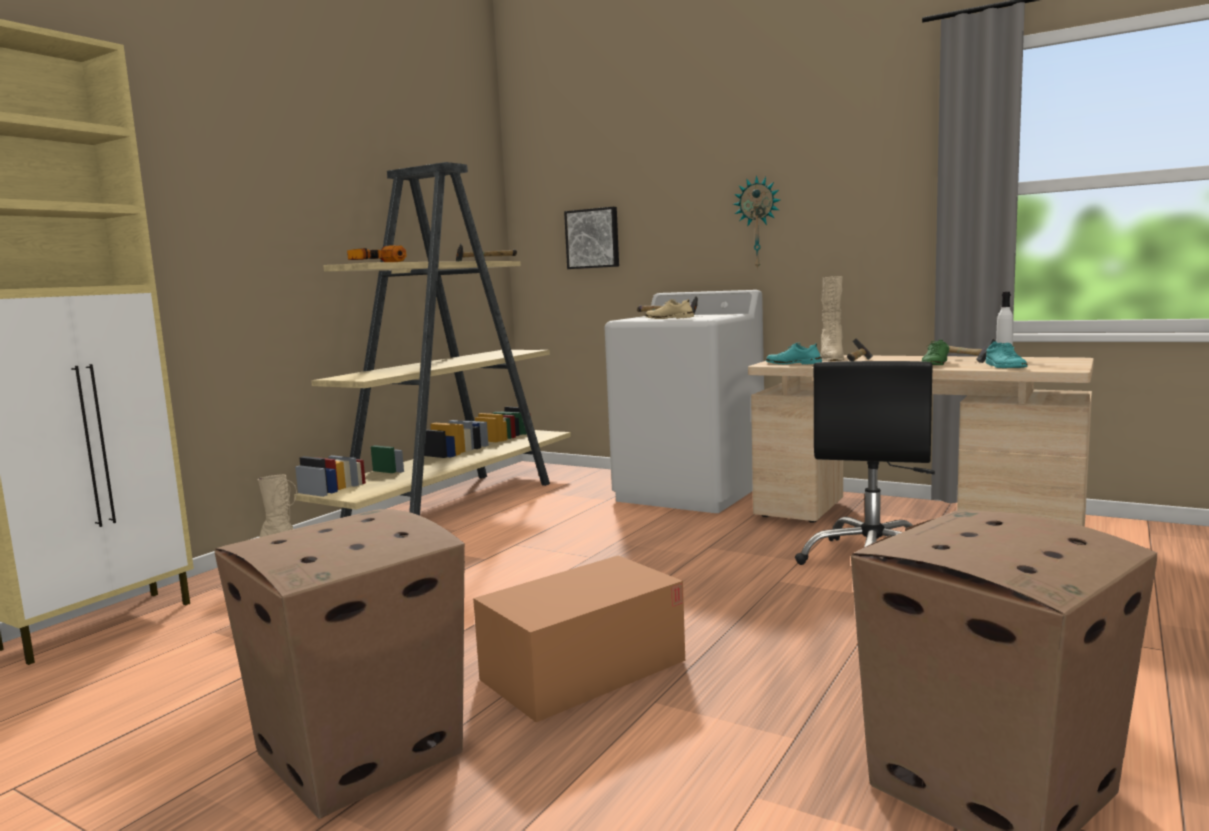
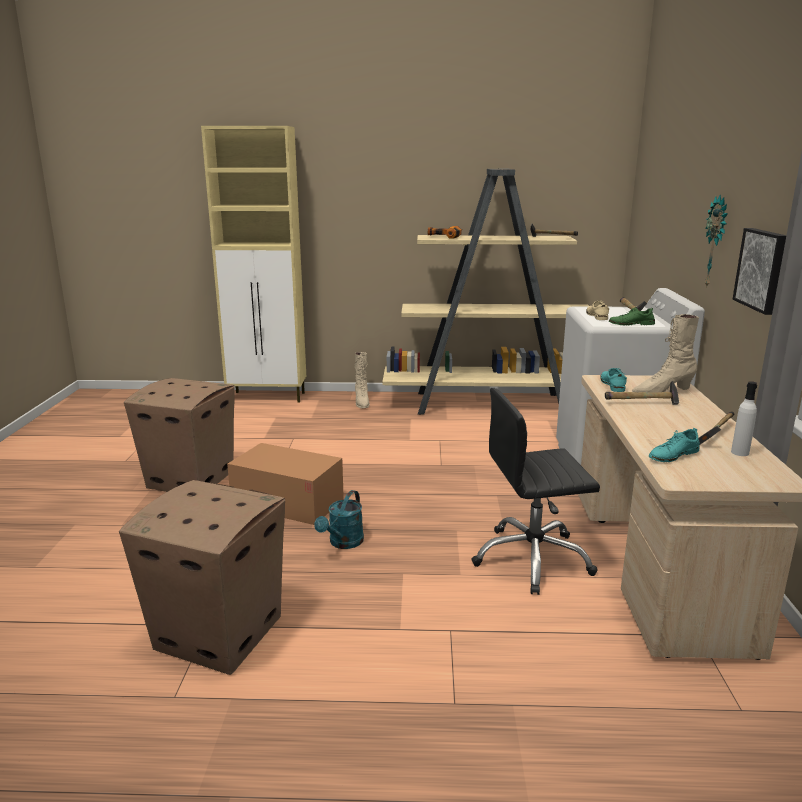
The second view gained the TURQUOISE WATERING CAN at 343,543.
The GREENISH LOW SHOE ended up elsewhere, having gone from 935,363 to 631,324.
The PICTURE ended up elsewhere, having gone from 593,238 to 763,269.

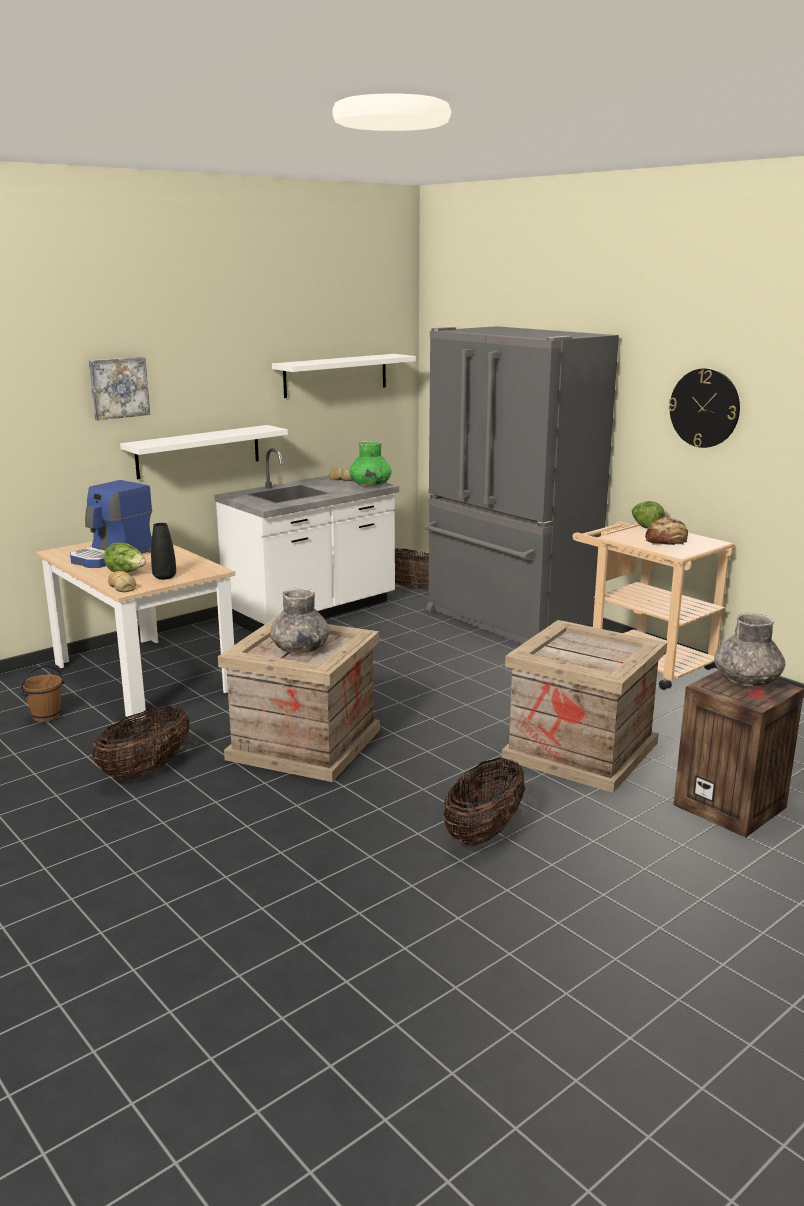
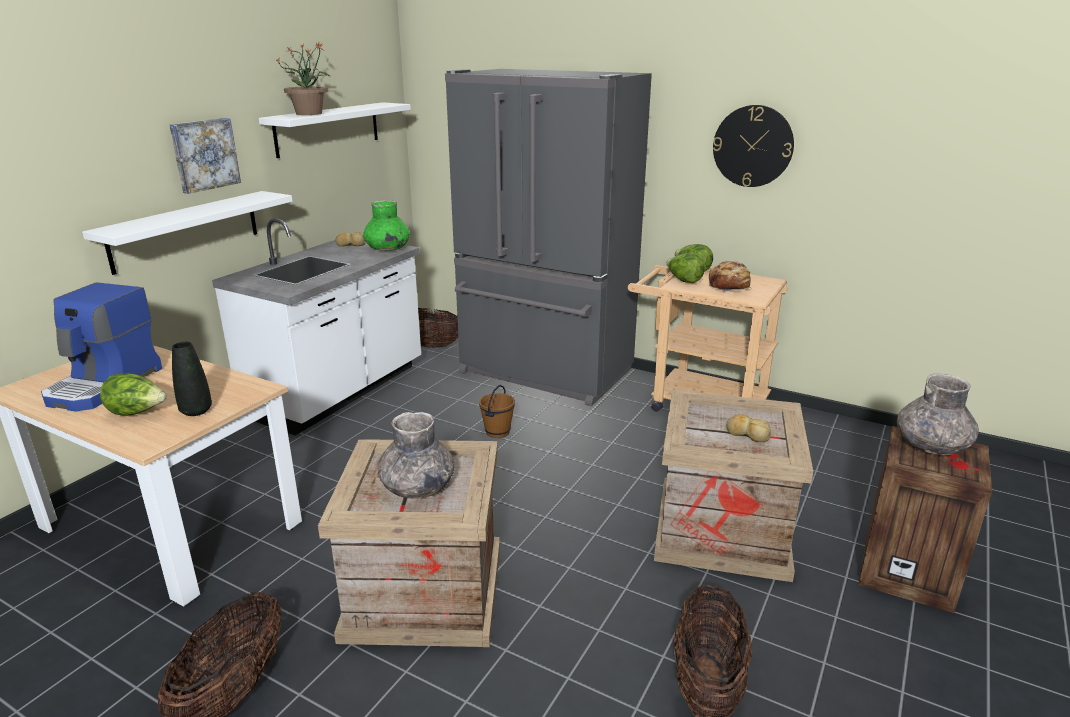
The PICTURE ended up elsewhere, having gone from 118,388 to 204,154.
The second view gained the PLANT IN A POT at 310,113.
The BROWNISH PAIL ended up elsewhere, having gone from 46,716 to 497,432.
The second view gained the LETTUCE HEAD at 683,281.
The BREAD ended up elsewhere, having gone from 122,587 to 747,434.

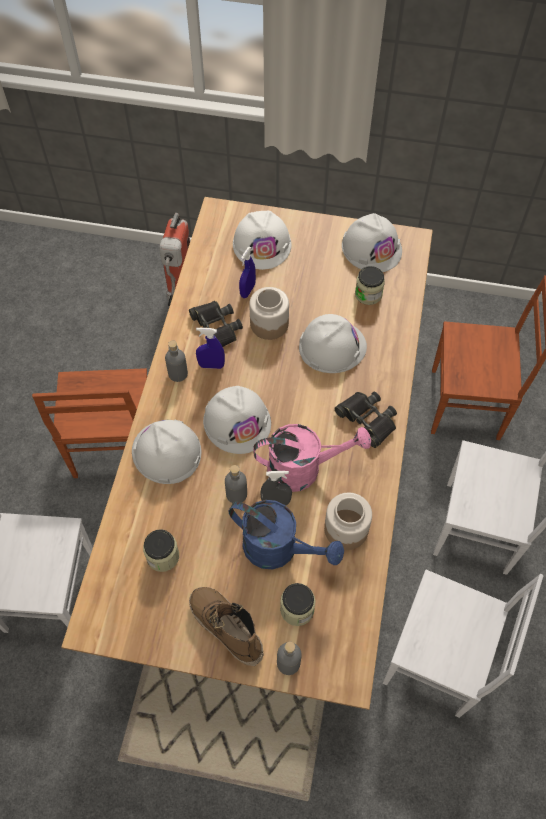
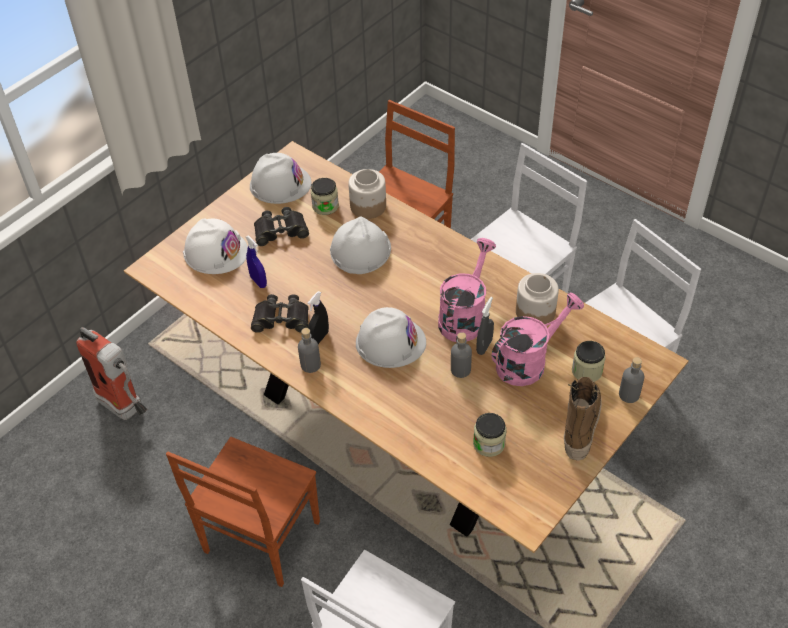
The BROWNISH UPRIGHT CHAIR at 113,447 ended up facing another way, 90 degrees clockwise from before.
The BLACKISH BINOCULARS ended up elsewhere, having gone from 367,420 to 280,231.
What was the BLUE HAND SPRAYER at 211,365 turned into the BLACKISH HAND SPRAYER at 319,338.
The PRESERVE JAR ended up elsewhere, having gone from 269,323 to 367,206.
What was the BLUE WATERING CAN at 279,549 turned into the PINK-COLOURED WATERING CAN at 528,361.
The BOOT at 226,629 ended up facing another way, 120 degrees clockwise from before.
The second view lost the WHITE-COLOURED SAFETY HELMET at 166,452.

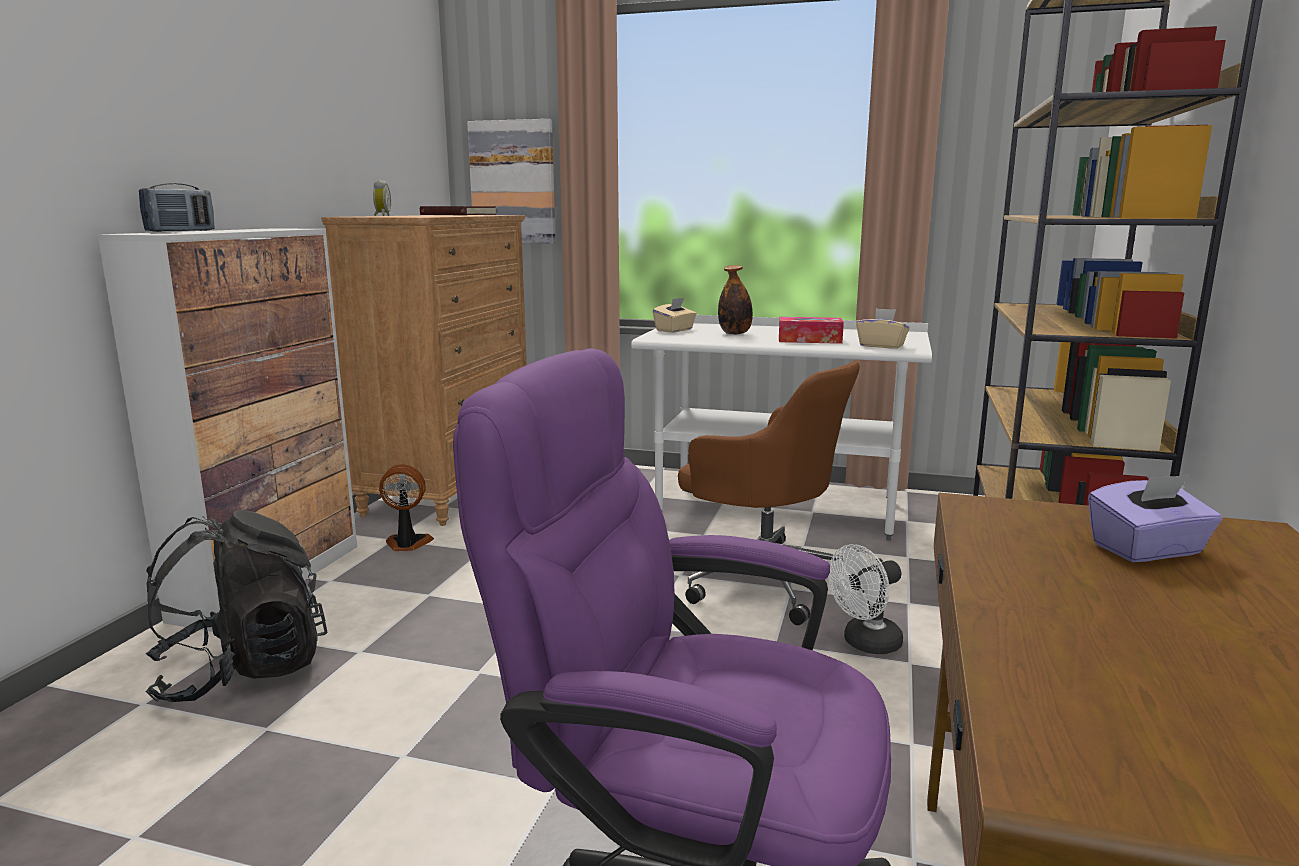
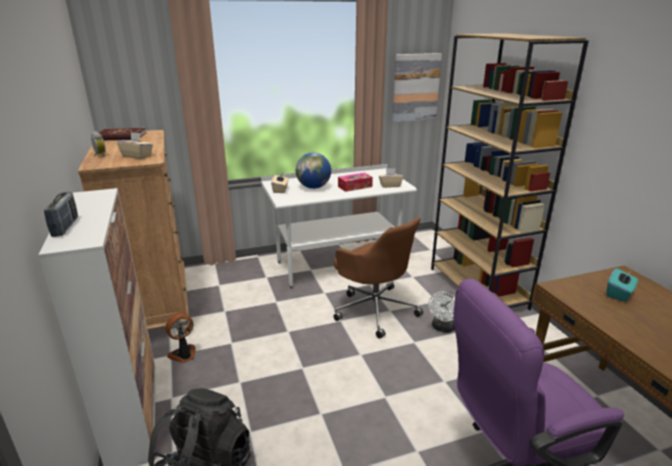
The second view gained the BEIGE-COLOURED TISSUE BOX at 137,156.
Where the DRINK BOTTLE stood at 735,333, the GLOBE came to stand at 314,187.
The BROWNISH OFFICE CHAIR at 763,578 ended up facing another way, 45 degrees clockwise from before.
The PICTURE ended up elsewhere, having gone from 513,182 to 415,88.
What was the PURPLE-COLOURED TISSUE BOX at 1147,550 turned into the TURQUOISE TISSUE BOX at 619,294.

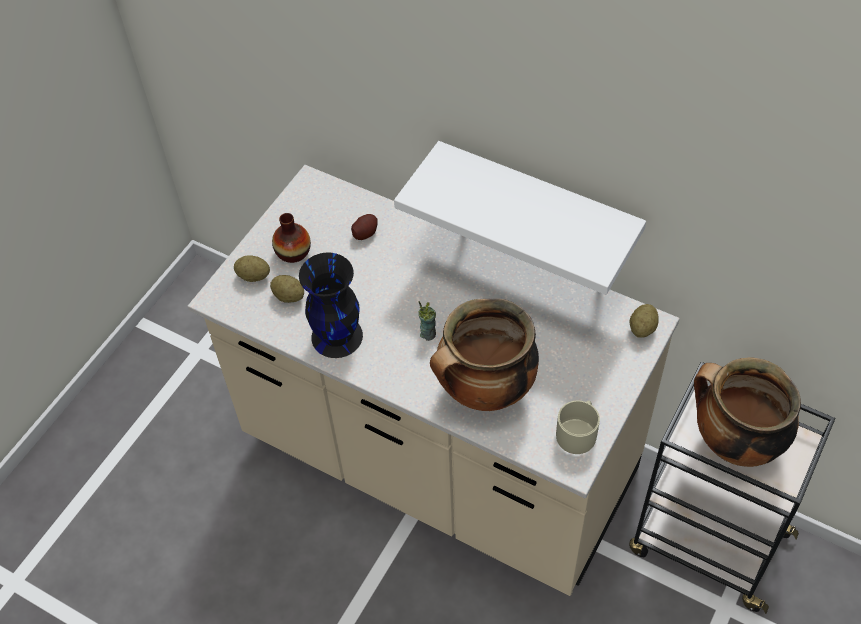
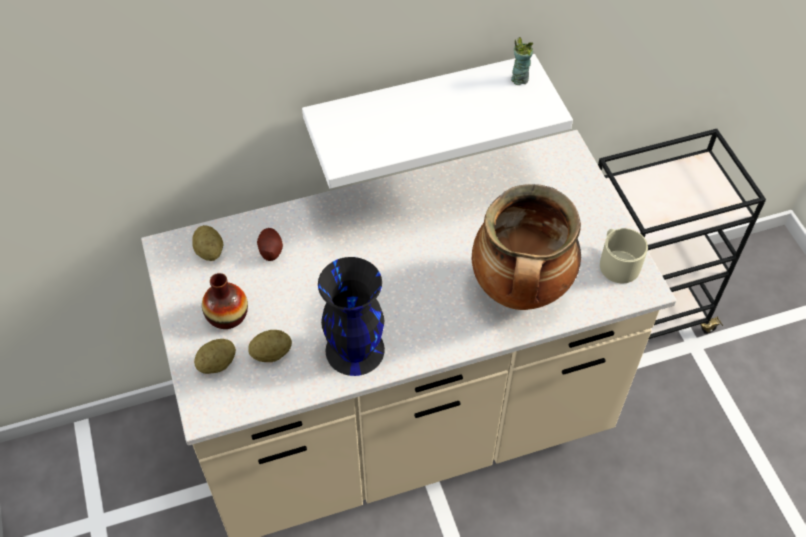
The POTATO ended up elsewhere, having gone from 642,328 to 209,251.
The DRINKING CUP ended up elsewhere, having gone from 428,333 to 519,79.
The second view lost the STOCKPOT at 734,443.

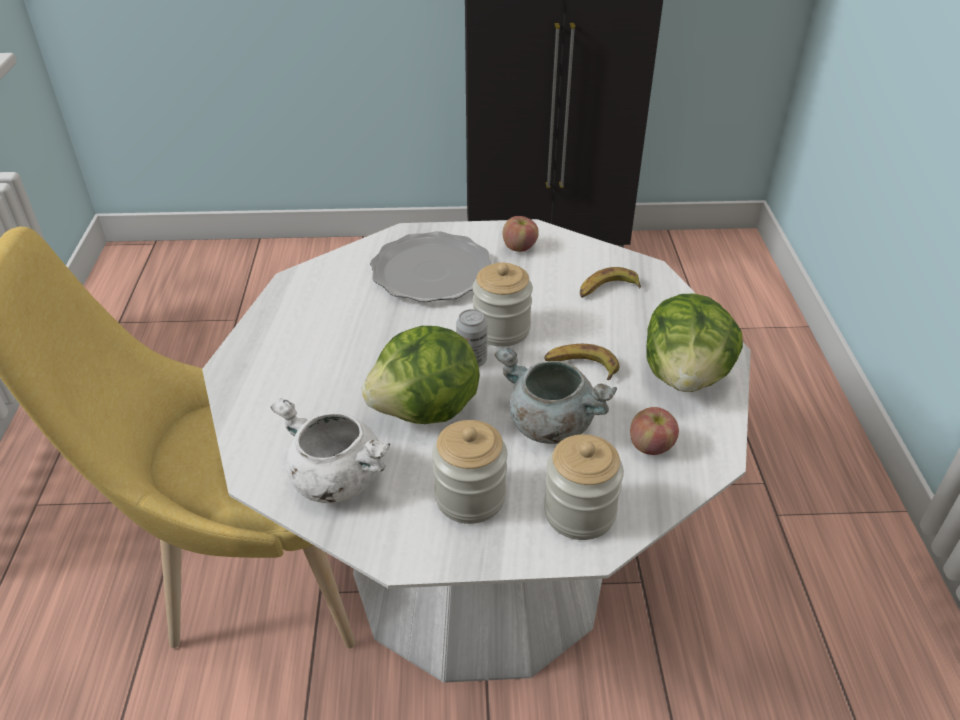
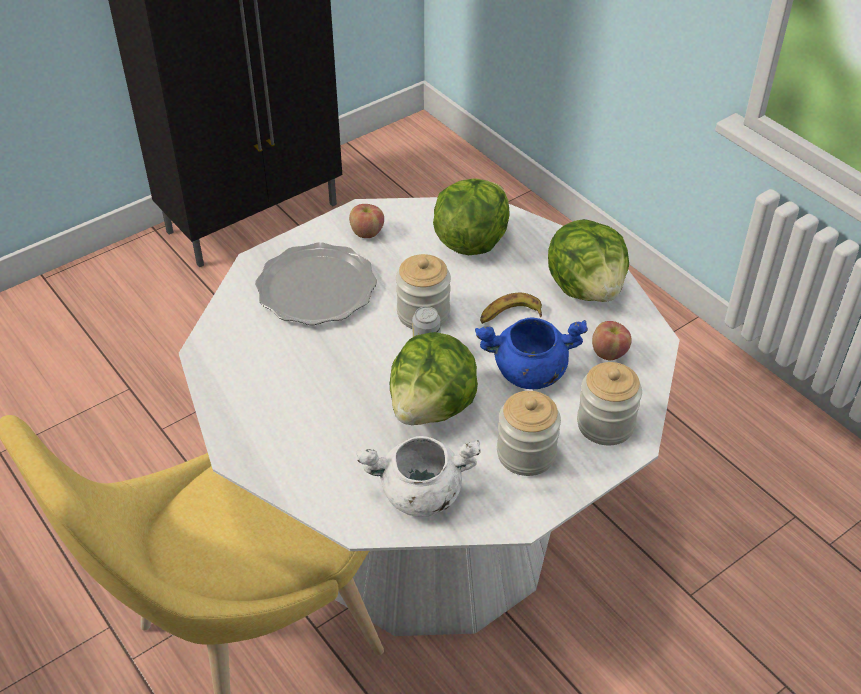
Where the BANANA FRUIT stood at 607,290, the LETTUCE HEAD came to stand at 470,241.
What was the GREYISH STOCKPOT at 548,424 turned into the BLUE STOCKPOT at 528,372.

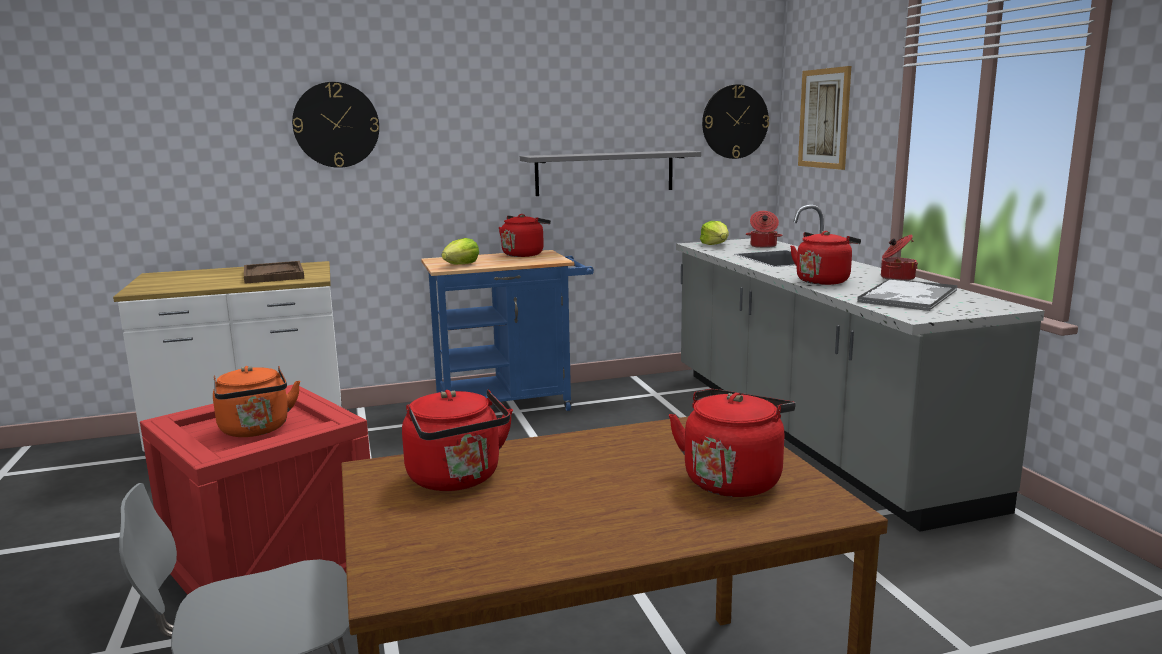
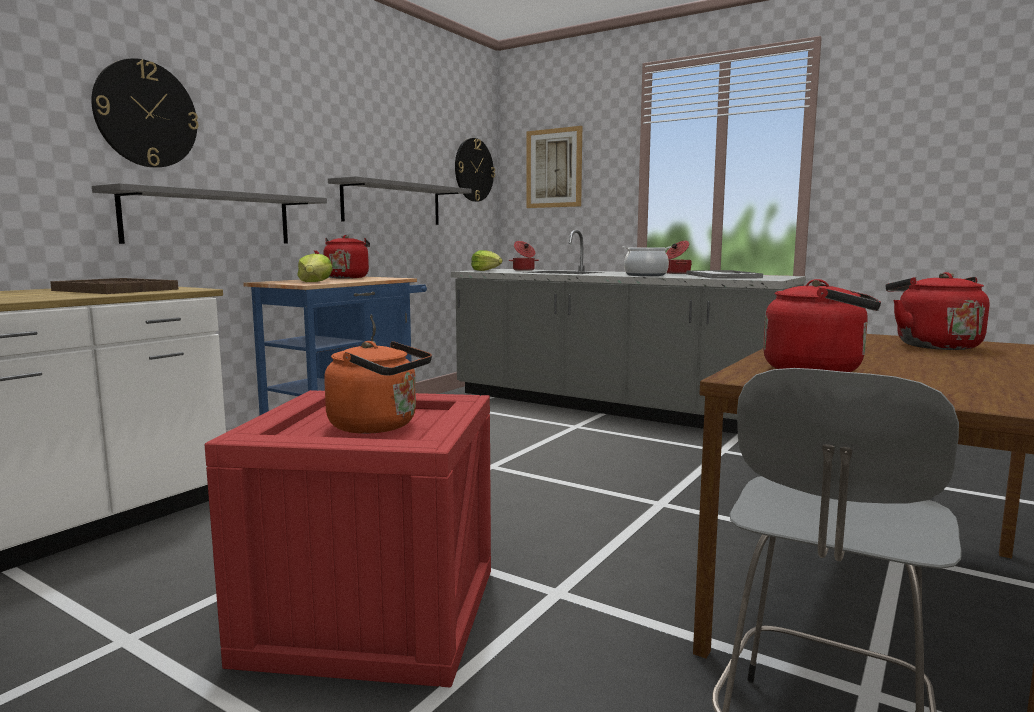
The second view gained the GREYISH BRACKET SHELF at 210,218.
Where the RED KETTLE stood at 823,281, the STOCKPOT came to stand at 645,275.

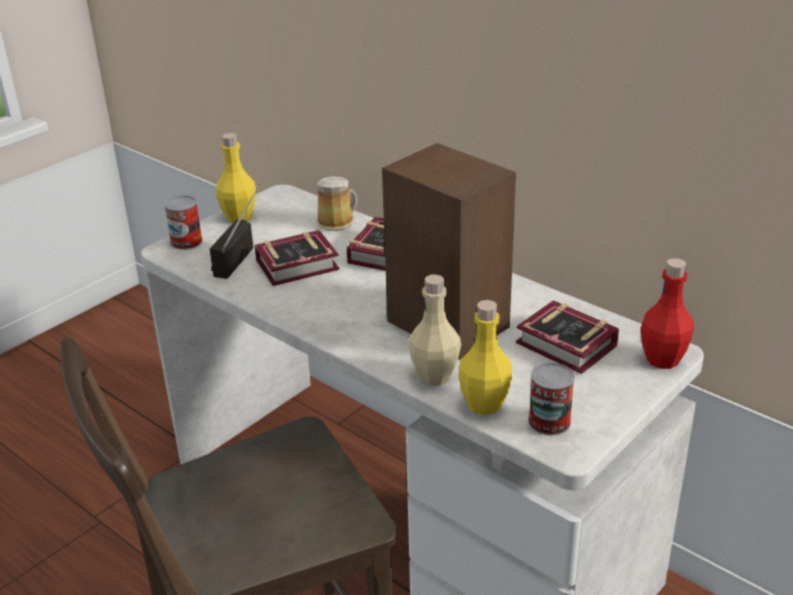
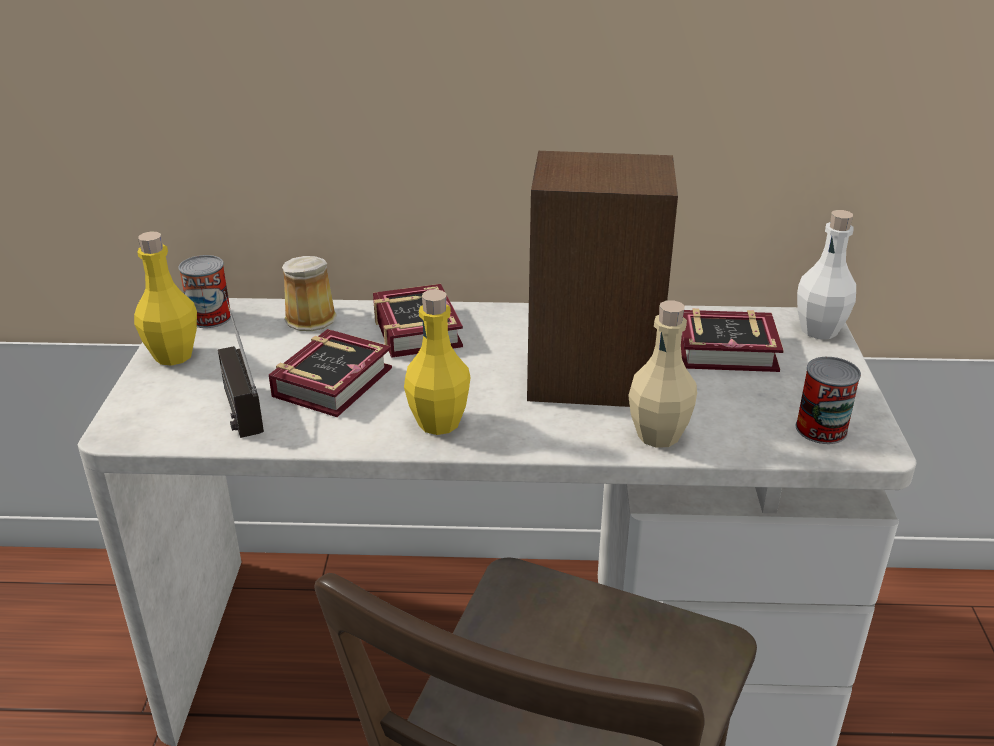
The CAN ended up elsewhere, having gone from 186,241 to 210,317.
The YELLOWISH DRINK BOTTLE ended up elsewhere, having gone from 484,404 to 438,423.
What was the RED DRINK BOTTLE at 662,359 turned into the WHITE-COLOURED DRINK BOTTLE at 819,330.

